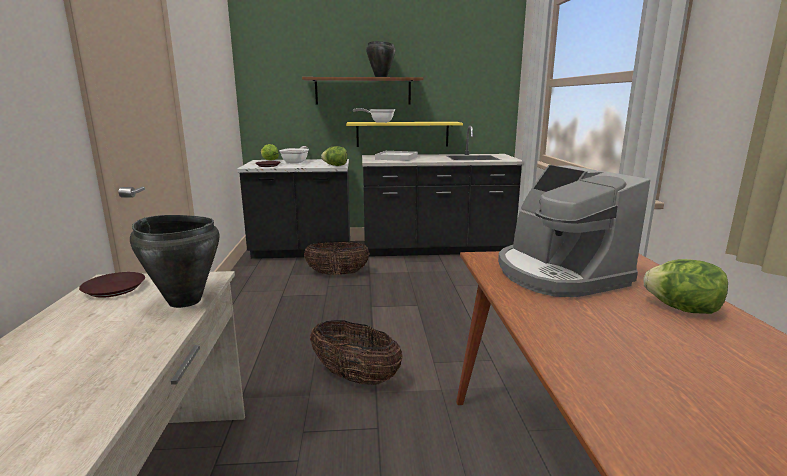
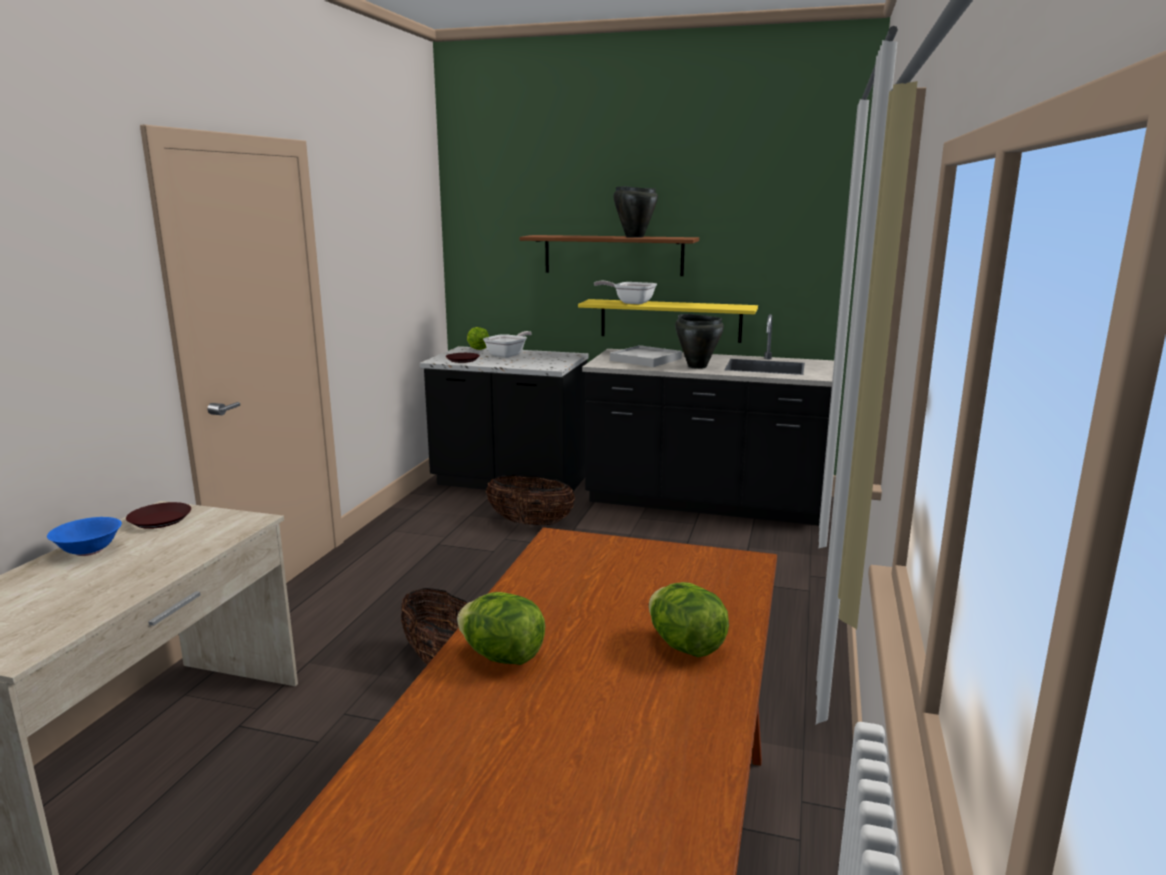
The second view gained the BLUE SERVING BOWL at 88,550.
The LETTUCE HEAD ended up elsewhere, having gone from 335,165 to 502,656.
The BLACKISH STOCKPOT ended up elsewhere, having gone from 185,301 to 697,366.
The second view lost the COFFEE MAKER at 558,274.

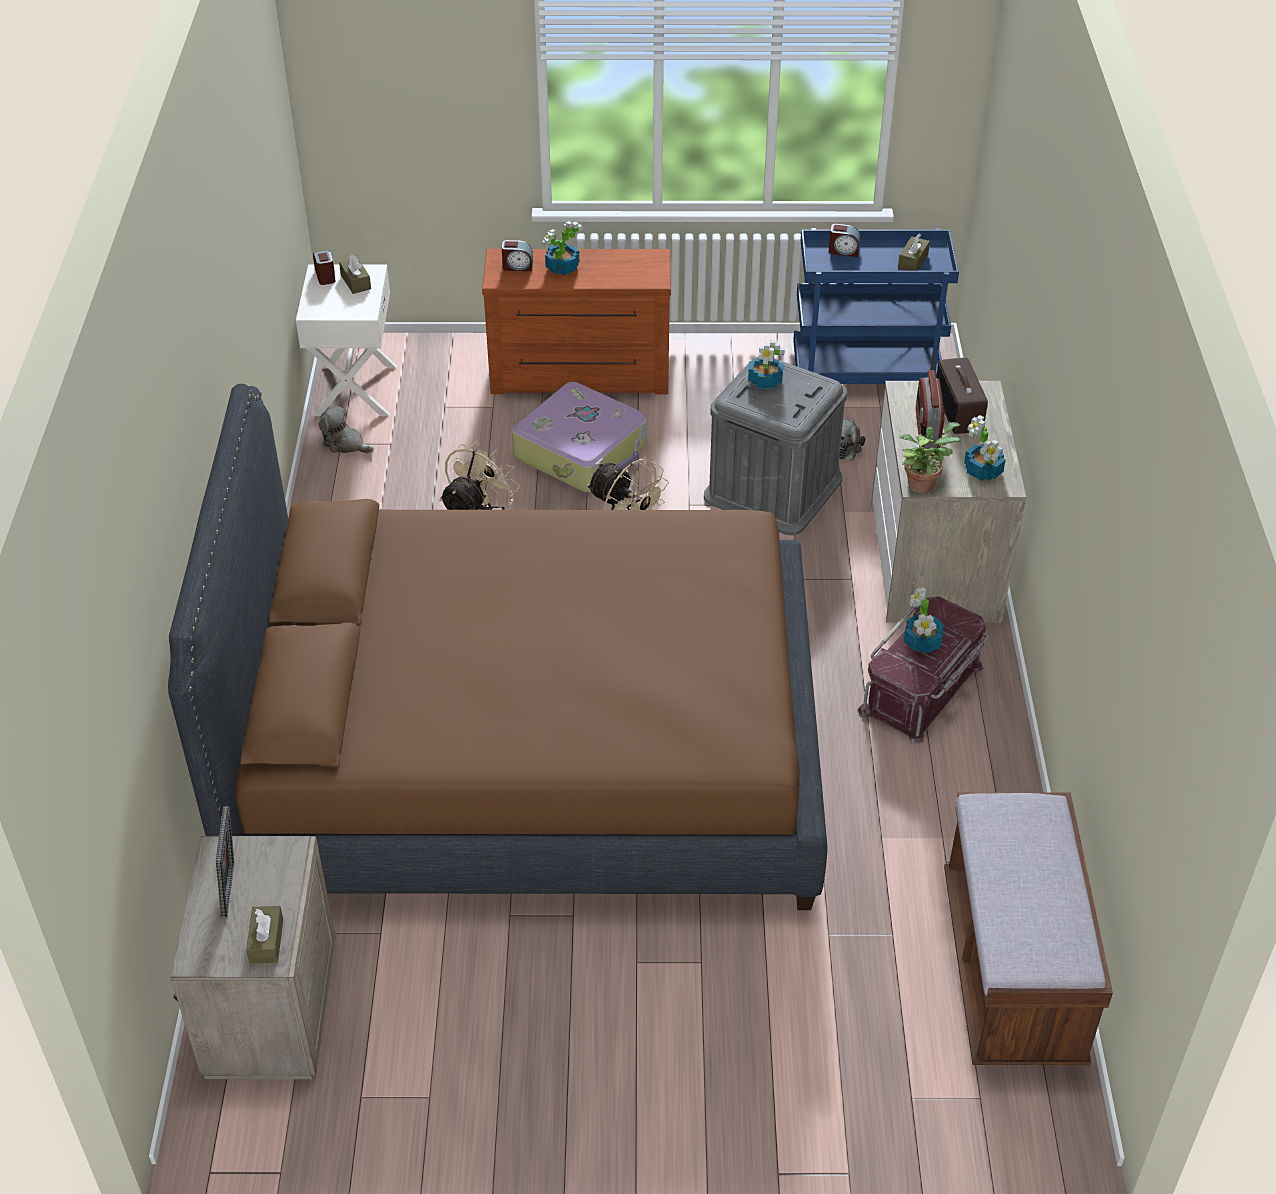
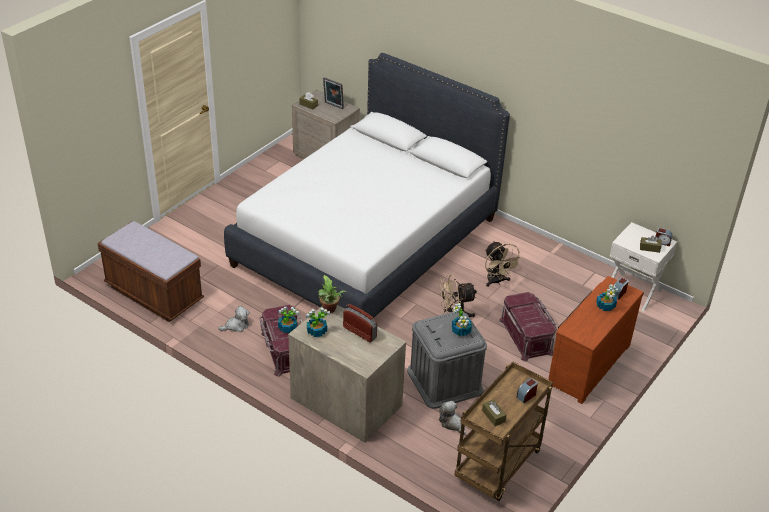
The SOFT TOY ended up elsewhere, having gone from 345,444 to 236,326.
What was the BROWNISH BEDROOM BED at 528,754 turned into the WHITE-COLOURED BEDROOM BED at 367,241.
What was the BLUE WHEELED CART at 866,377 turned into the BROWNISH WHEELED CART at 498,467.
Where the SUITCASE stood at 582,451, the RED STORAGE BOX came to stand at 526,336.
The second view lost the RADIO RECEIVER at 959,411.

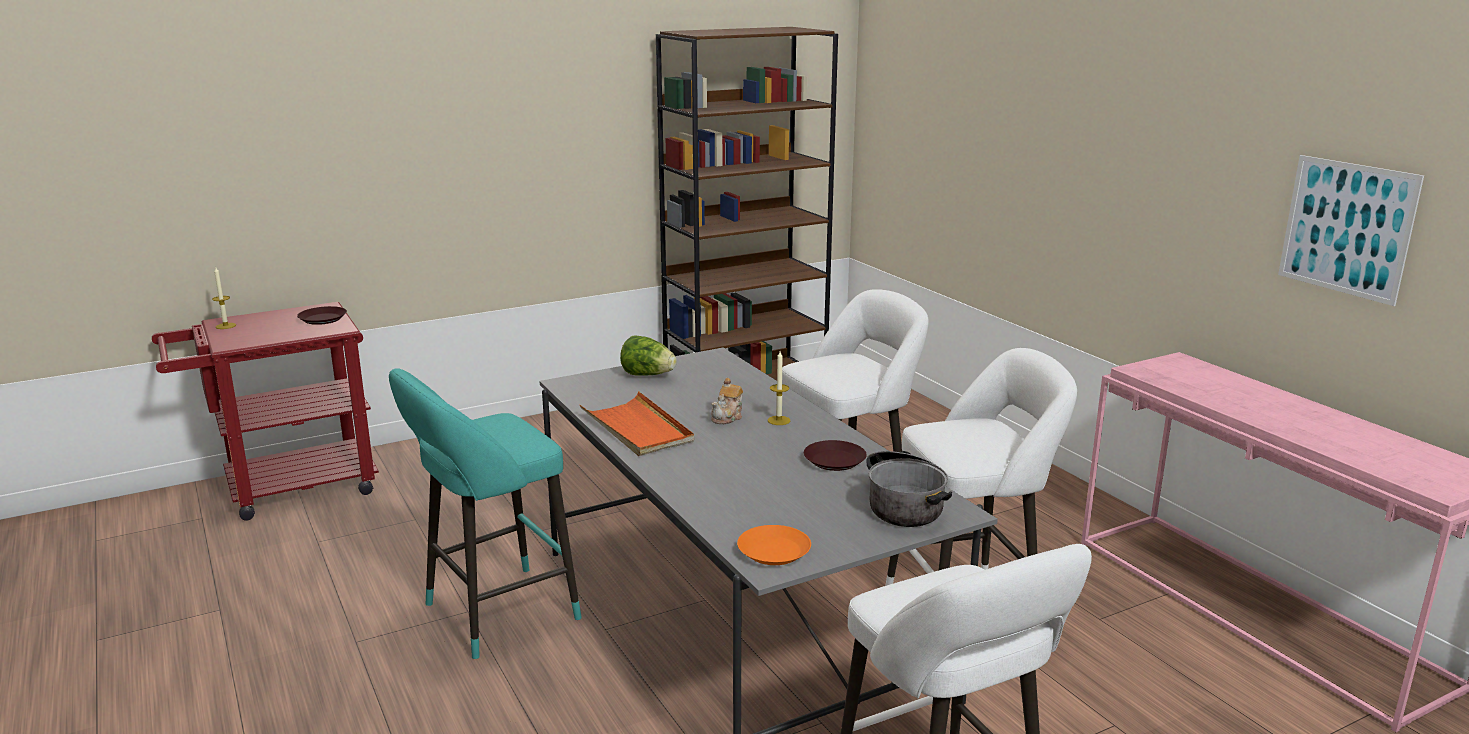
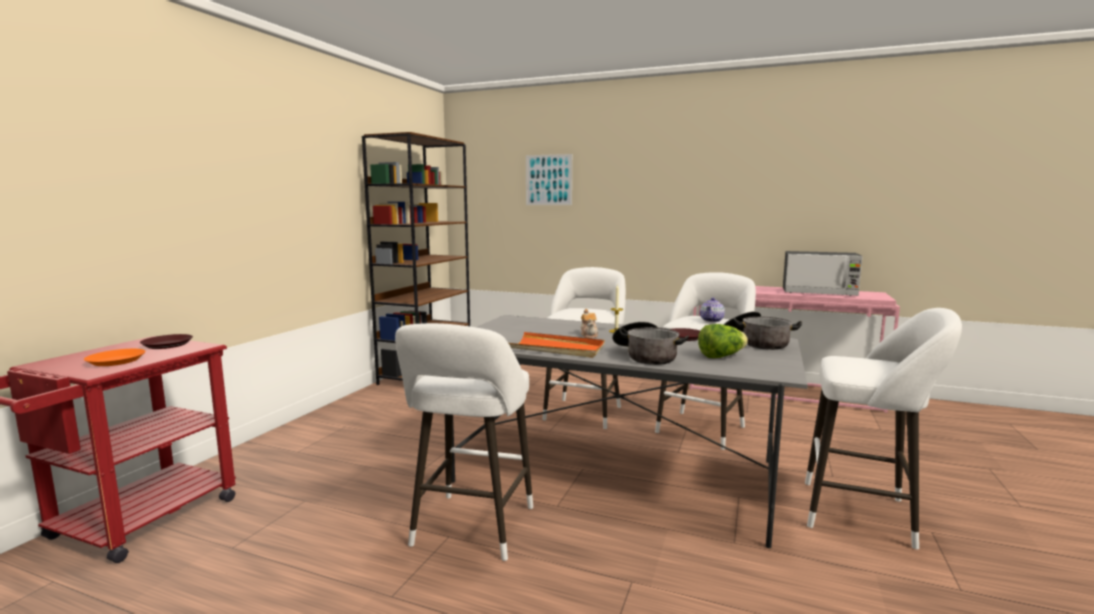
The ORANGE FLAT DISH ended up elsewhere, having gone from 773,552 to 116,361.
What was the TURQUOISE STOOL SEAT at 493,614 turned into the WHITE-COLOURED STOOL SEAT at 471,530.
The PICTURE ended up elsewhere, having gone from 1347,228 to 548,180.
The second view gained the STOCKPOT at 646,356.
The LETTUCE HEAD ended up elsewhere, having gone from 648,375 to 721,356.
The second view gained the TEA POT at 712,320.
The second view gained the MICROWAVE OVEN at 819,292.
The second view lost the WAX LIGHT at 225,326.

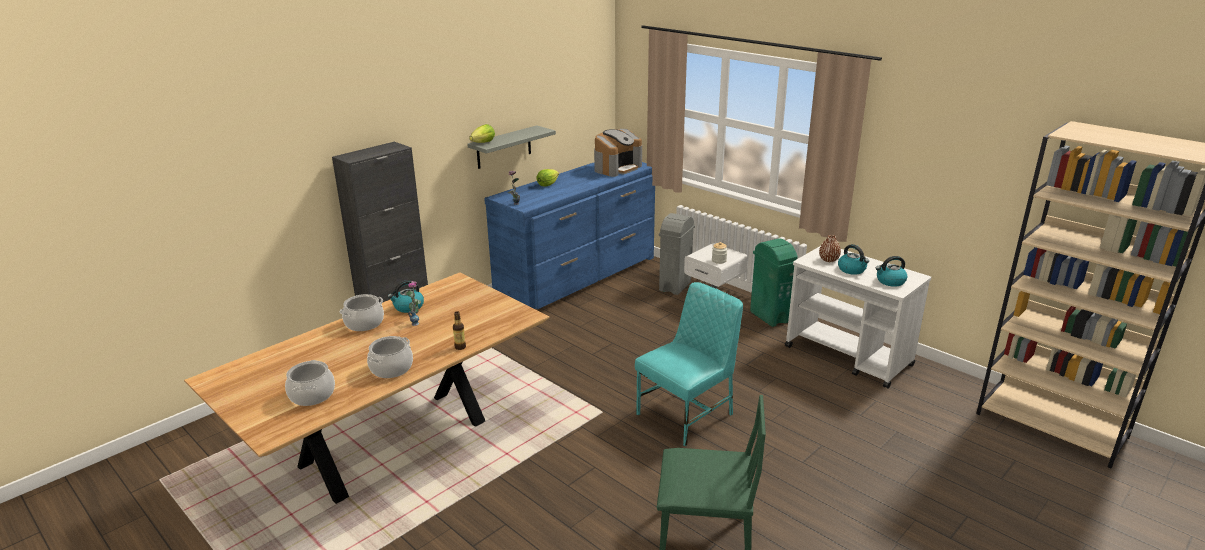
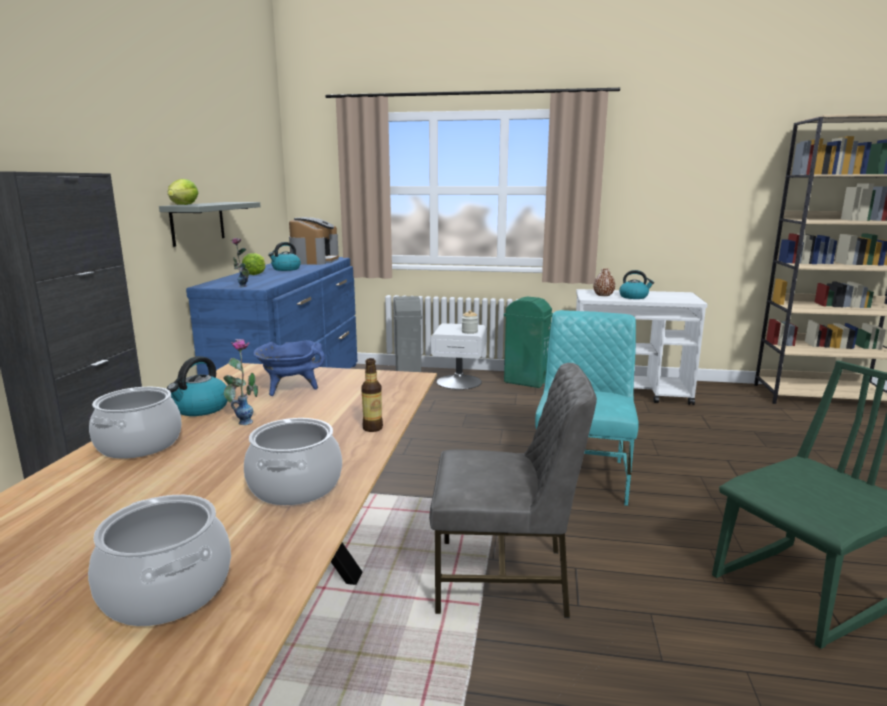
The second view gained the BLUE STOCKPOT at 290,389.
The KETTLE ended up elsewhere, having gone from 890,281 to 286,269.
The second view gained the GREYISH UPRIGHT CHAIR at 504,579.

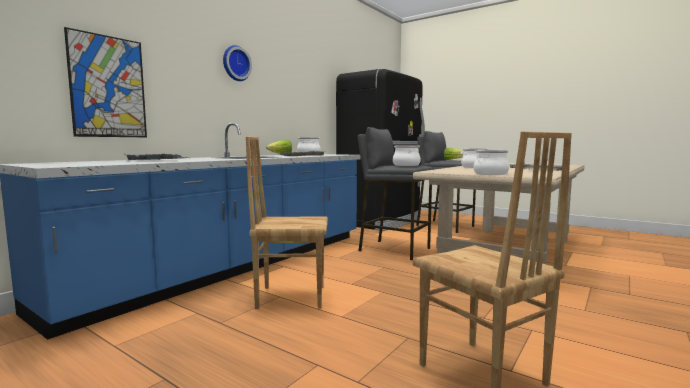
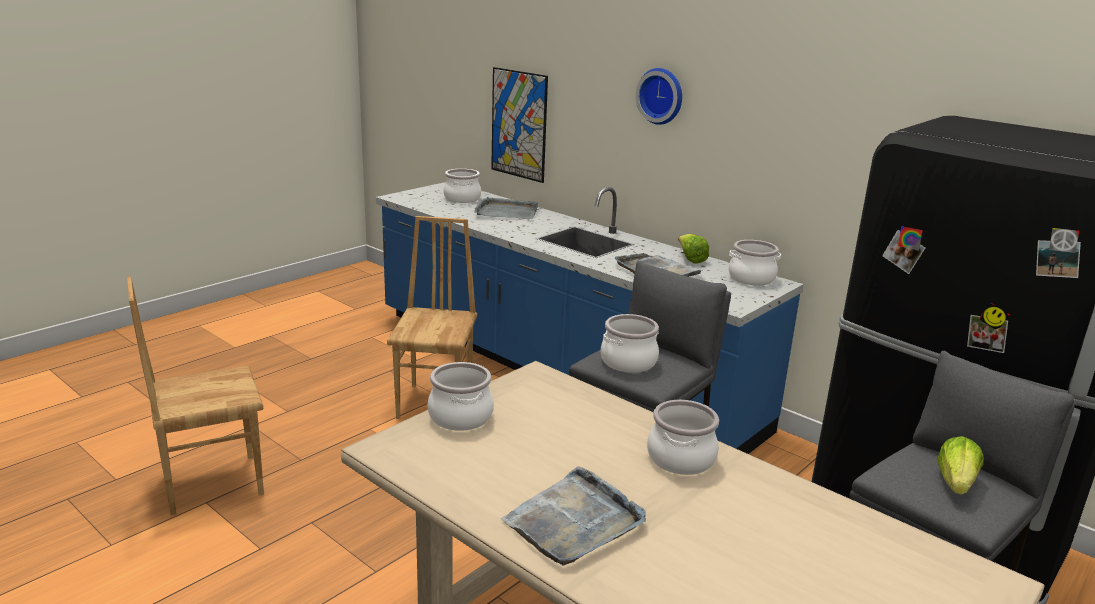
The second view gained the STOCKPOT at 462,198.

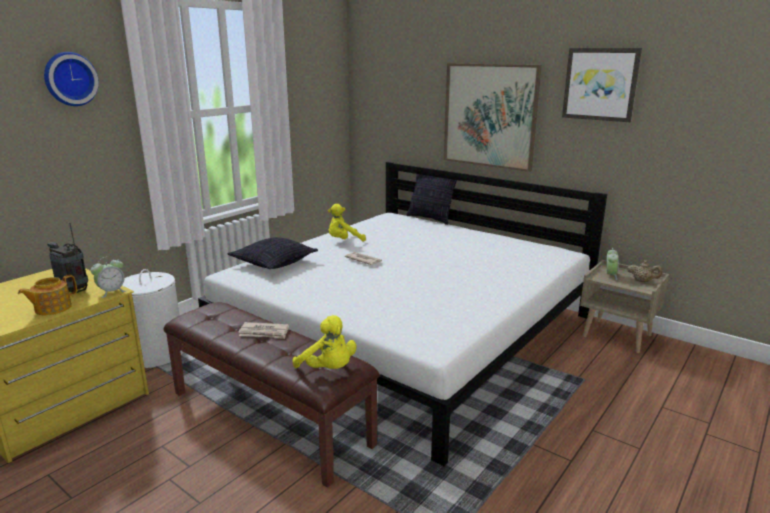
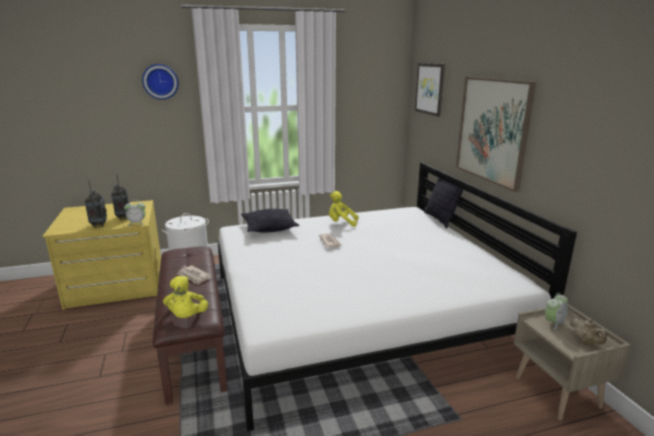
Where the TEA POT stood at 52,308, the RADIO RECEIVER came to stand at 99,225.
The PICTURE ended up elsewhere, having gone from 600,84 to 430,88.

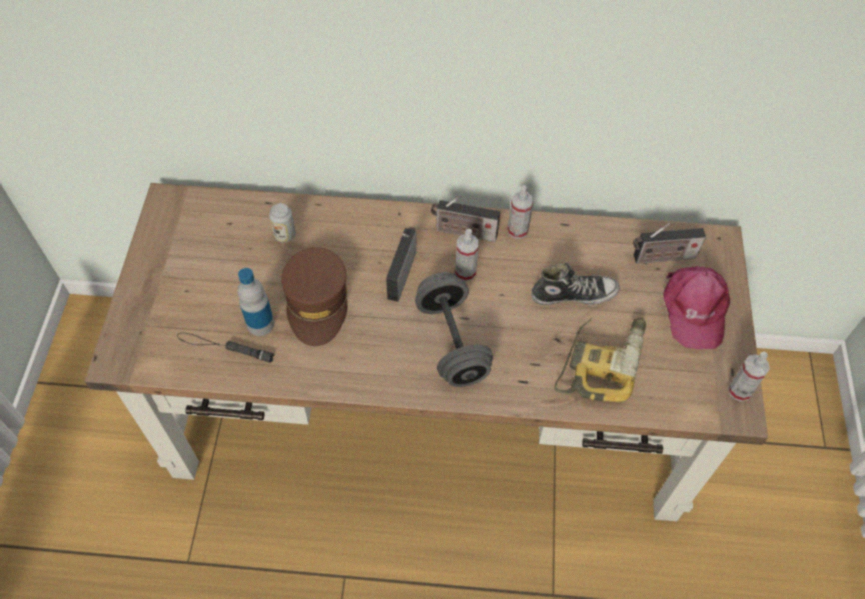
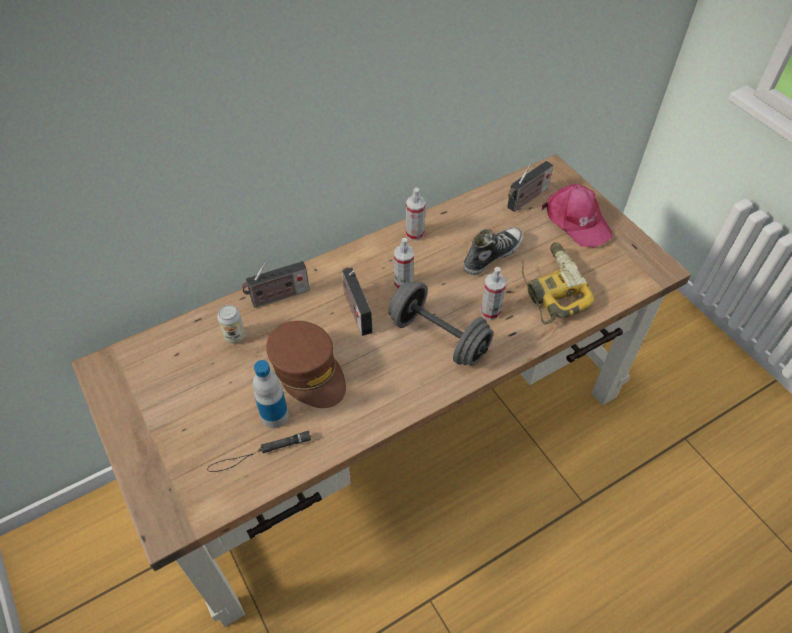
The RADIO RECEIVER ended up elsewhere, having gone from 463,232 to 278,297.
The HAND SPRAYER ended up elsewhere, having gone from 739,391 to 490,311.

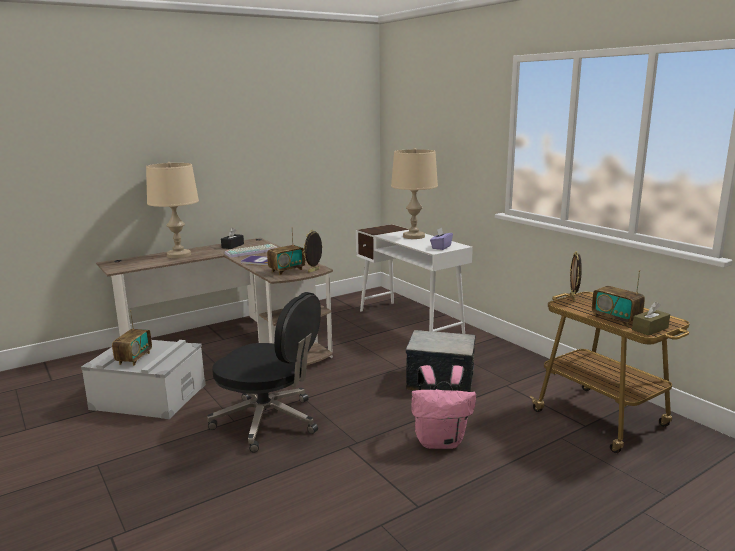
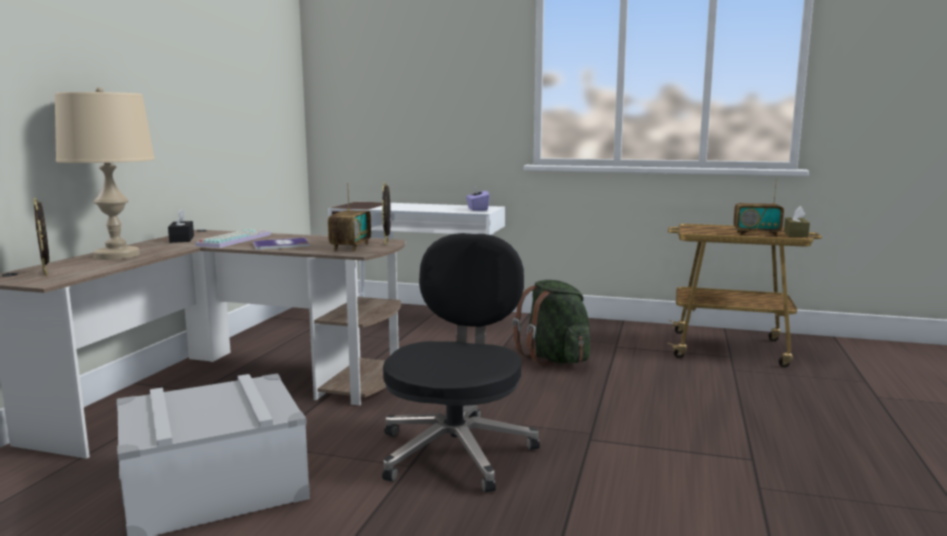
The PHOTO FRAME ended up elsewhere, having gone from 573,298 to 46,273.
The BLACKISH OFFICE CHAIR at 269,421 ended up facing another way, 60 degrees counterclockwise from before.
Where the STORAGE BOX stood at 440,381, the GREENISH RUCKSACK came to stand at 555,359.
The second view lost the RADIO RECEIVER at 134,358.
The second view lost the BEIGE-COLOURED TABLETOP LAMP at 413,236.
The second view lost the PINK-COLOURED RUCKSACK at 440,441.

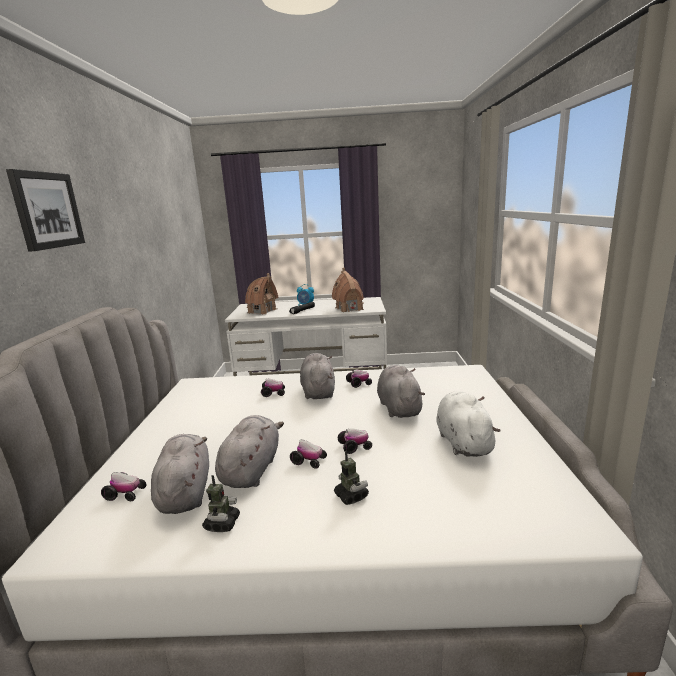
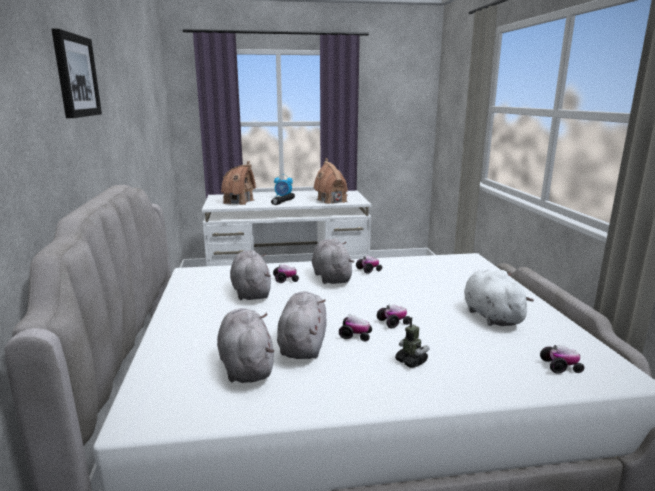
The GREYISH SOFT TOY ended up elsewhere, having gone from 399,407 to 251,292.
The MINIATURE CAR ended up elsewhere, having gone from 126,494 to 561,367.
The second view lost the ROBOT FIGURE at 222,524.

